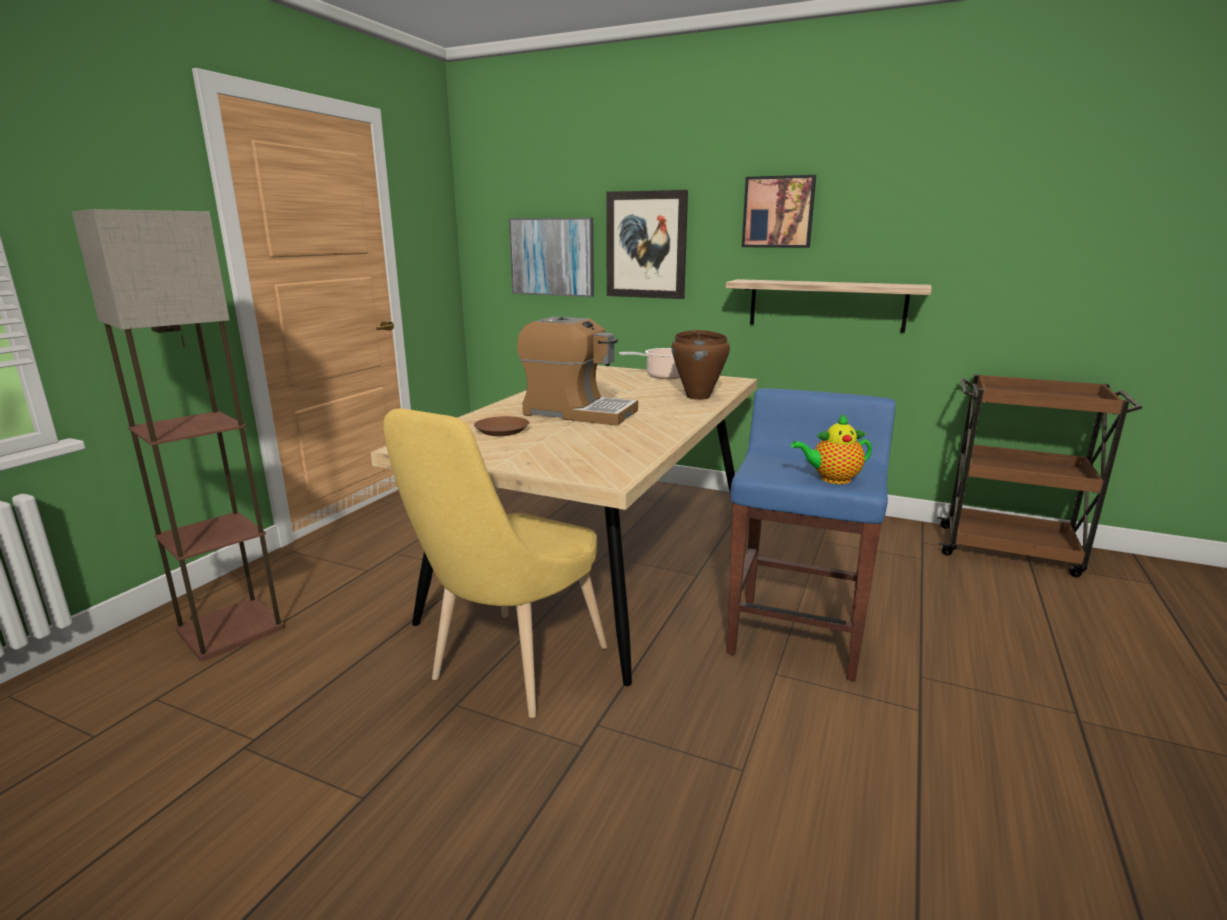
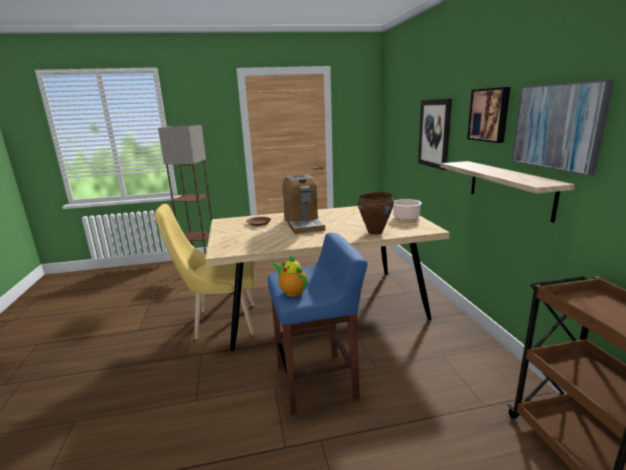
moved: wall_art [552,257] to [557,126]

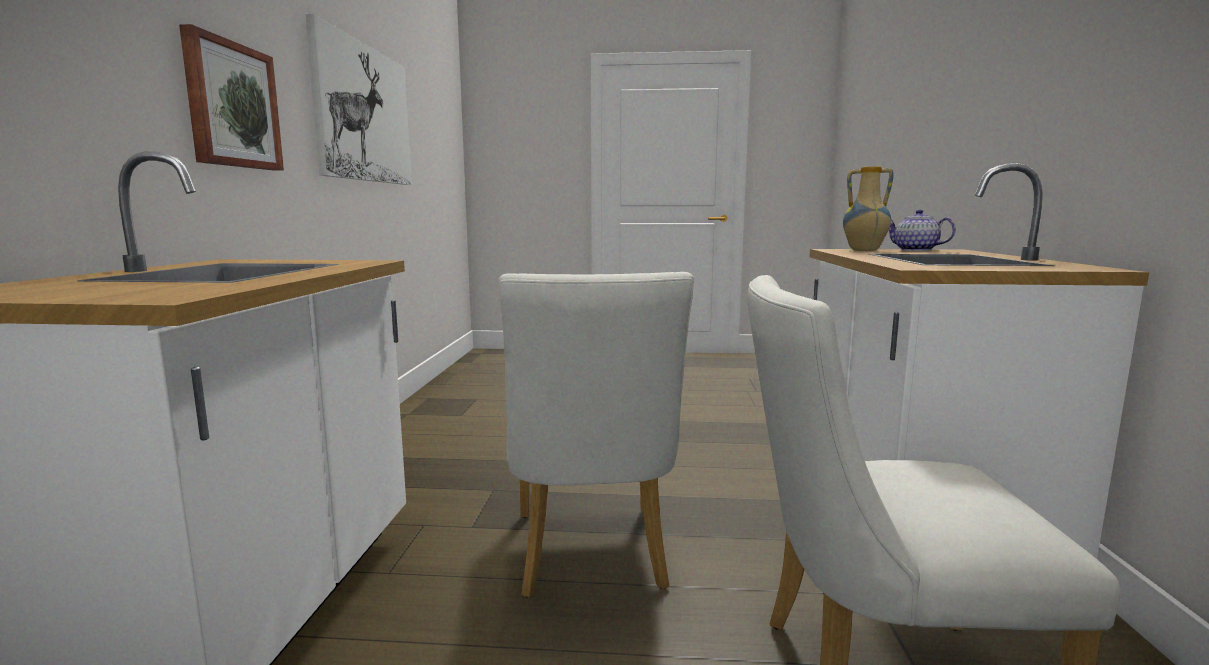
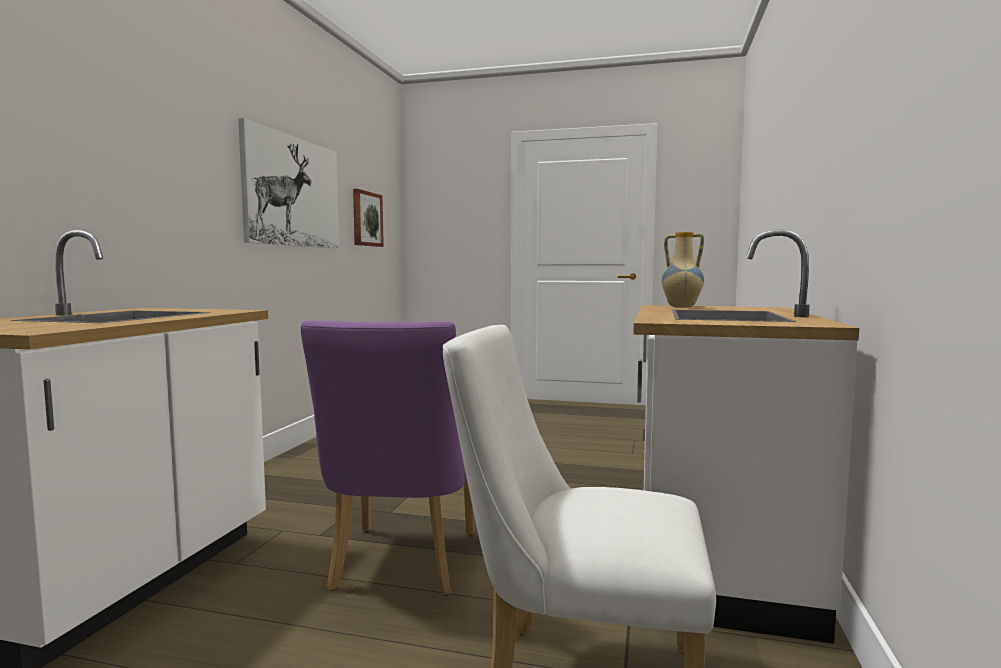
removed: tea_pot [915,250]
moved: wall_art [231,105] to [366,219]
recoloured: white_upright_chair [590,557] to purplish_upright_chair [401,566]

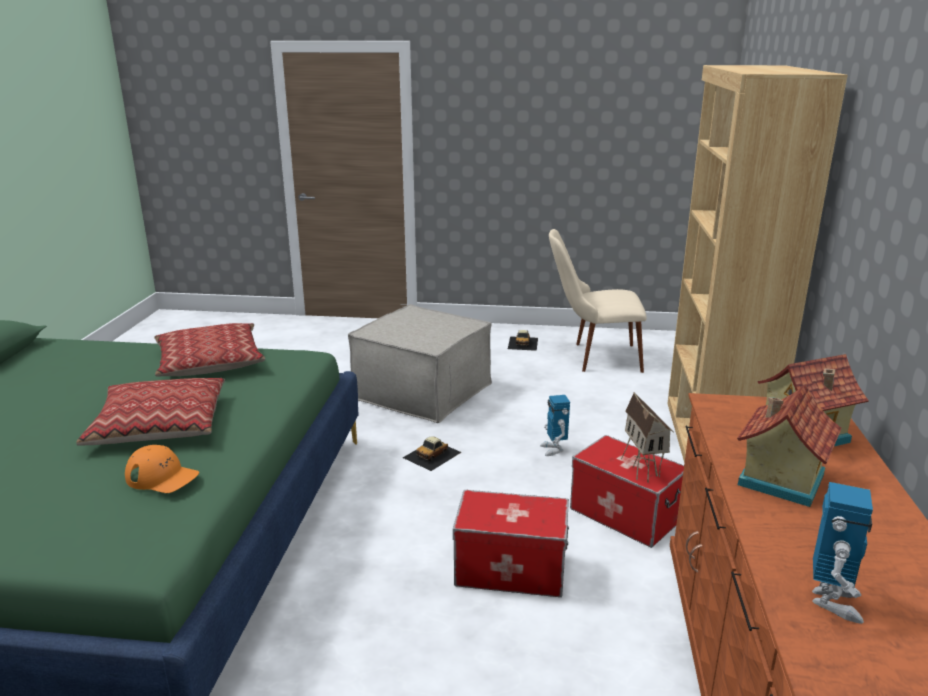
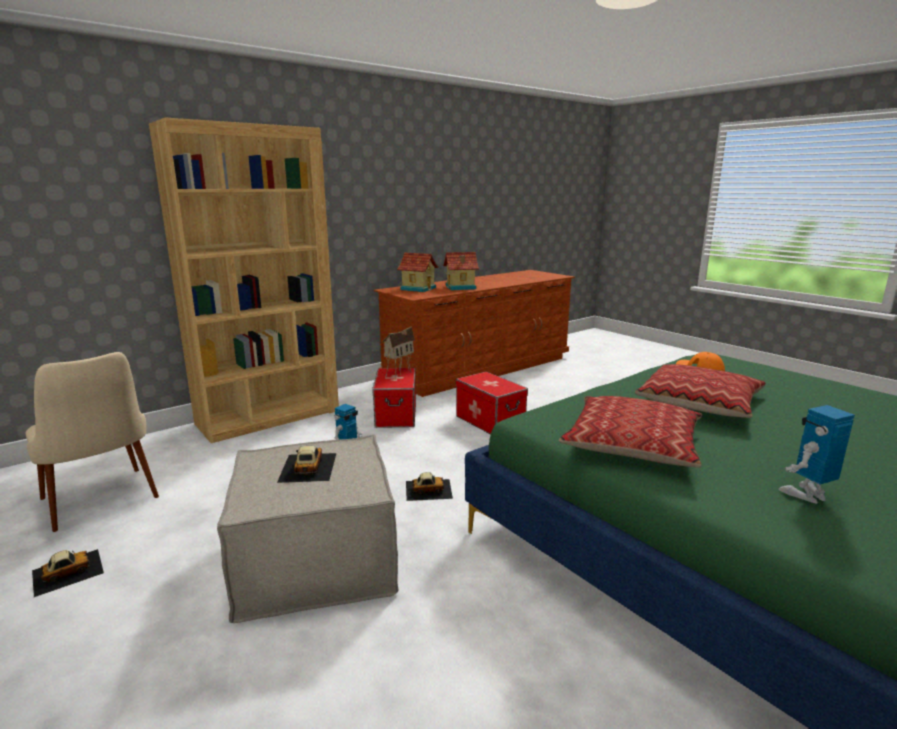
added: model_car [307,467]
moved: toy_robot [833,601] to [807,495]

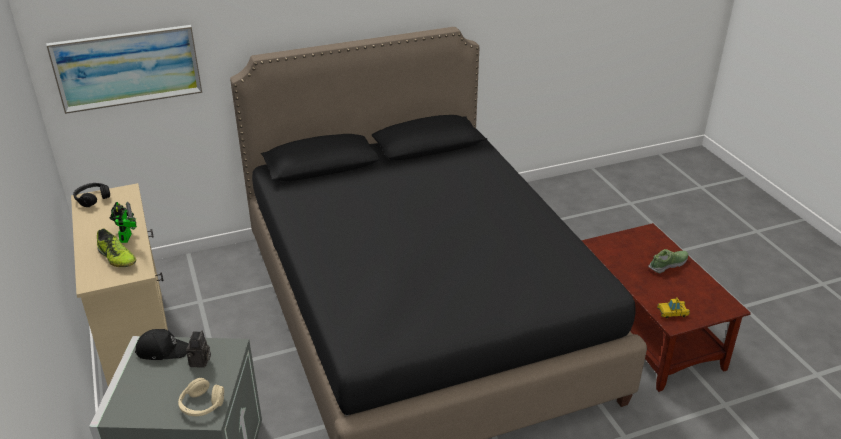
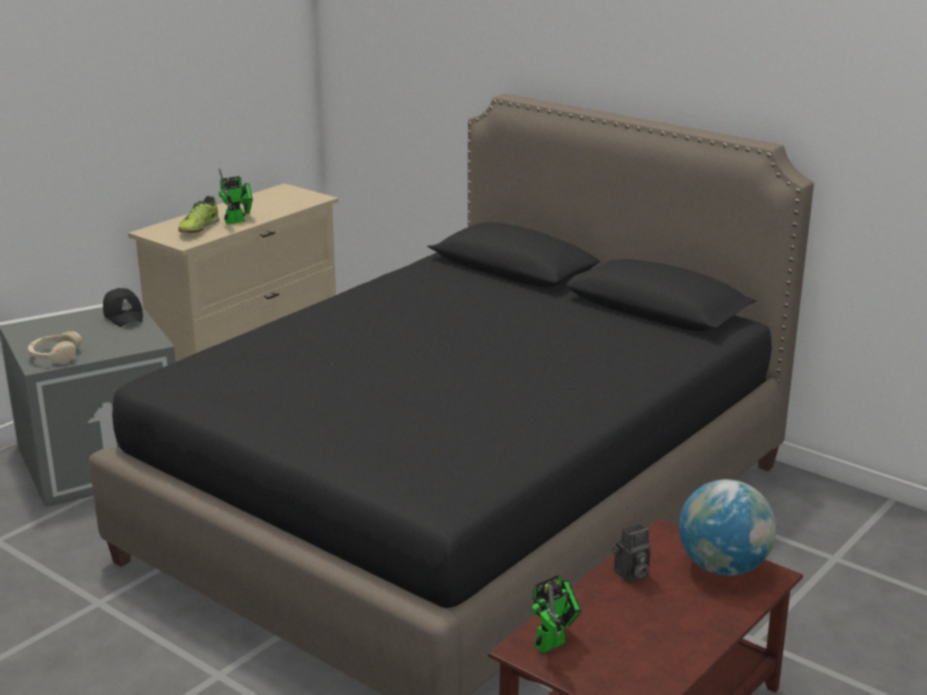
removed: wall_art [127,67]; black_pair_of_headphones [92,198]; item_of_footwear [668,265]
added: desk_globe [723,567]
moved: photo_camera [200,362] to [631,575]
replaced: model_car [672,312] to toy_robot [554,642]

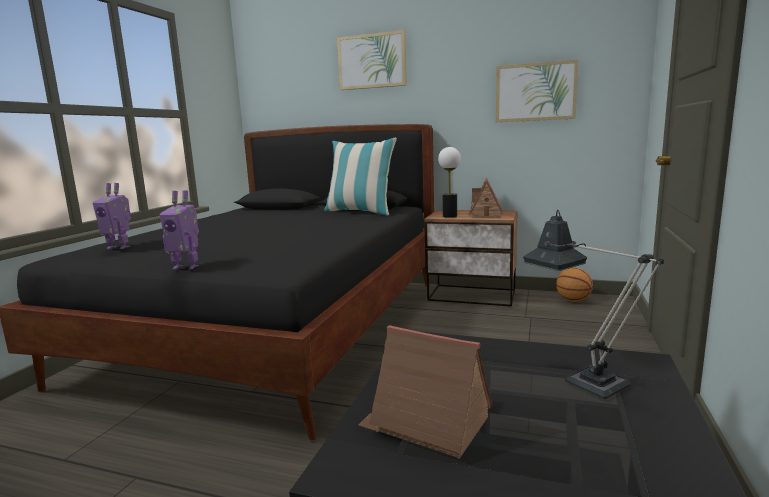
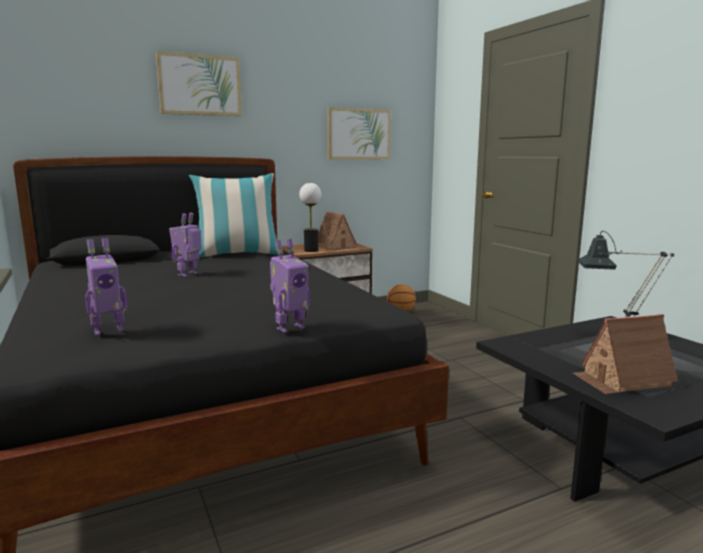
added: toy_robot [188,274]

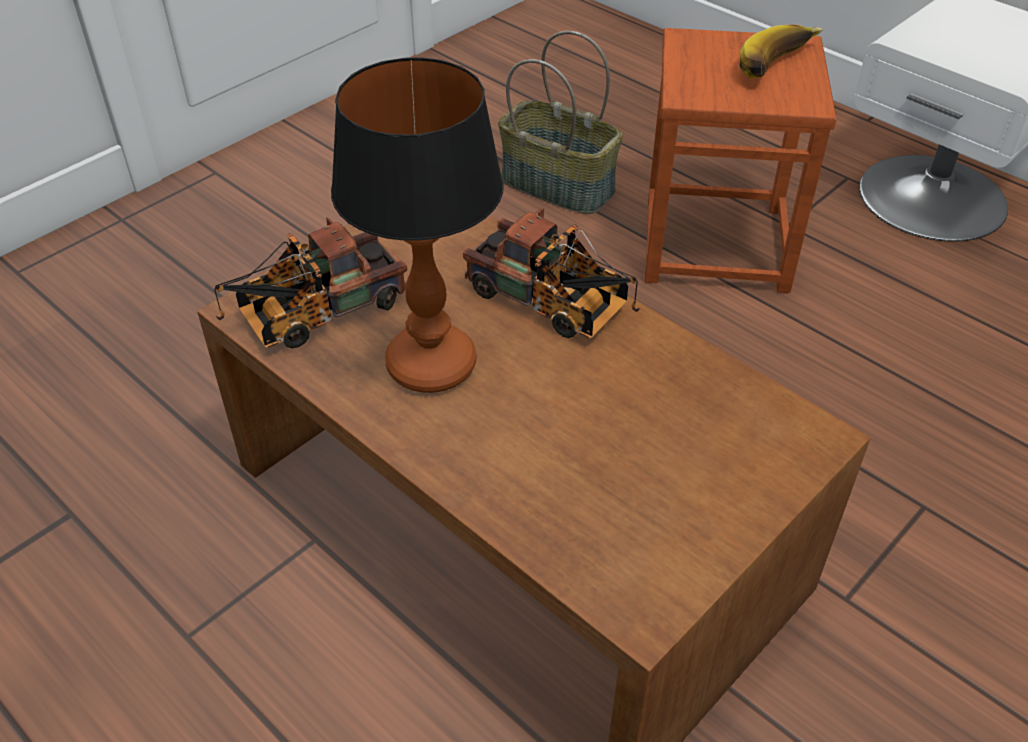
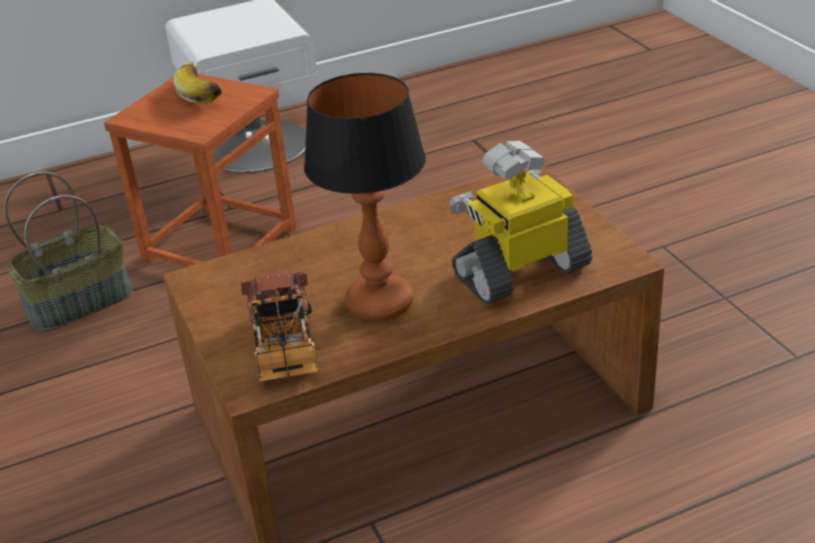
removed: toy_lorry [553,305]
added: toy_robot [520,270]

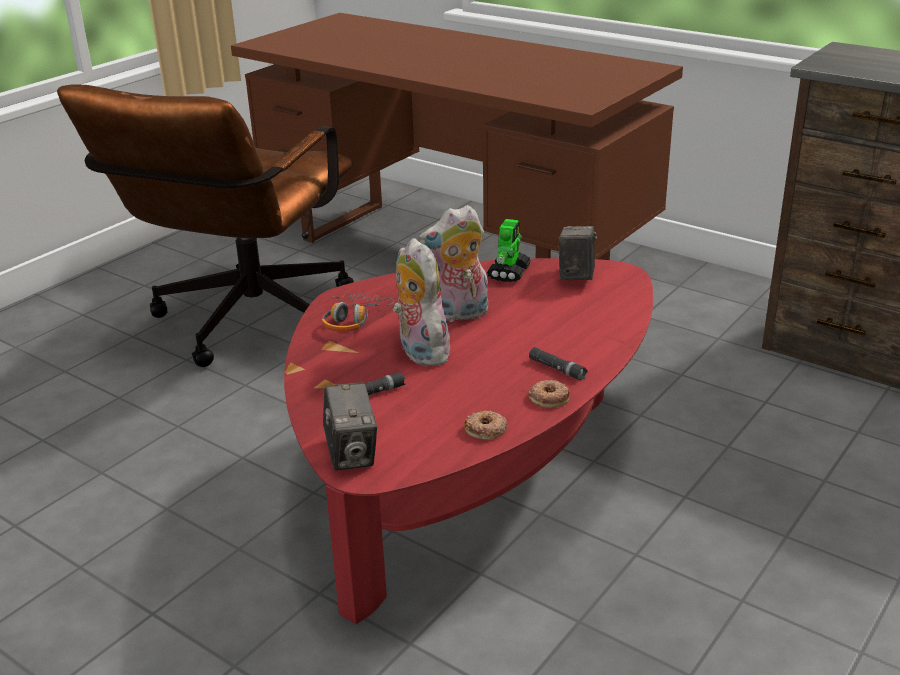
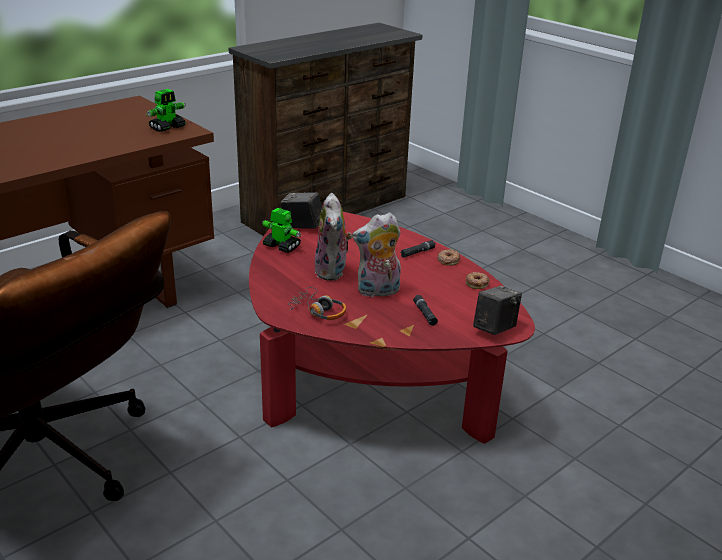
added: toy_robot [168,127]
turned: photo_camera [352,454] = [494,328] 45 degrees counterclockwise

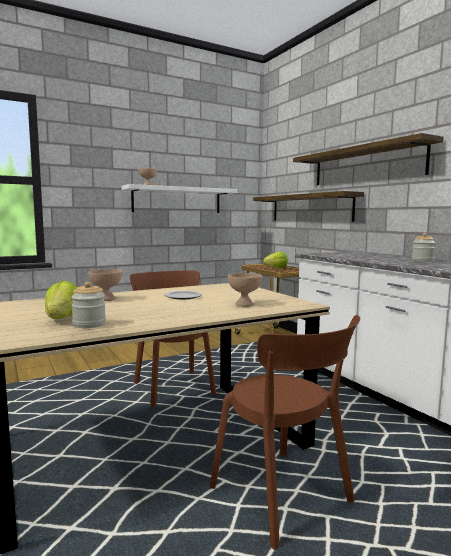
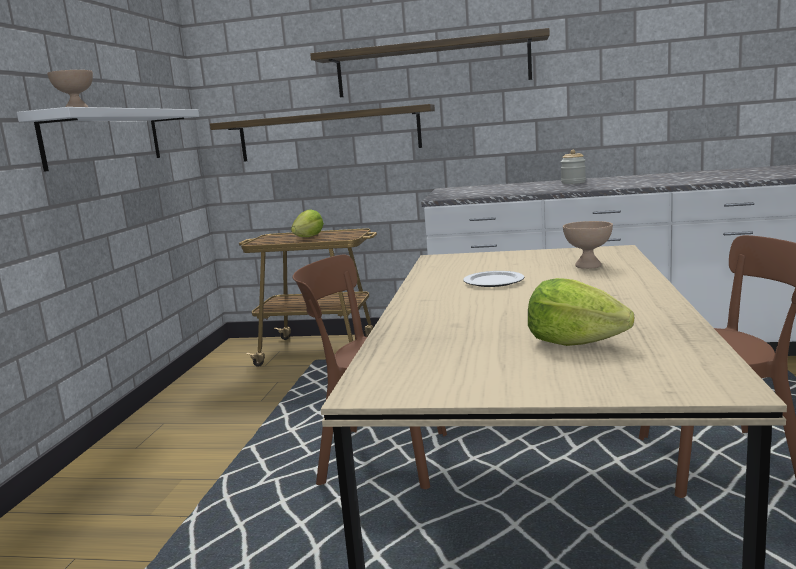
removed: sand-coloured_serving_bowl [106,299]; storage_jar [89,324]

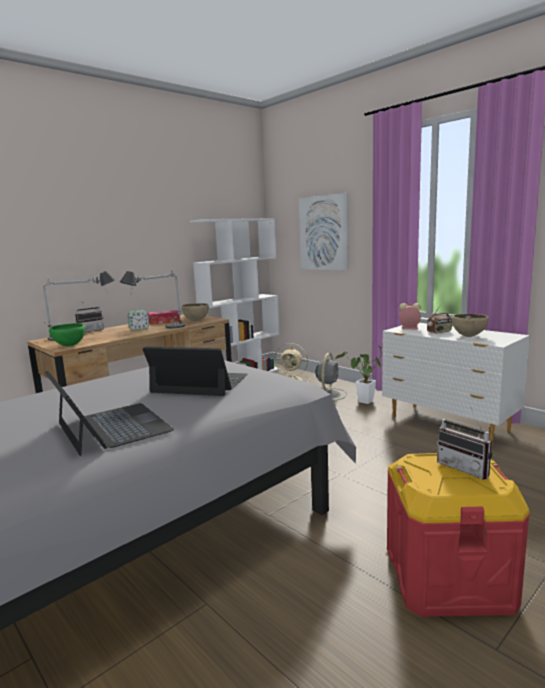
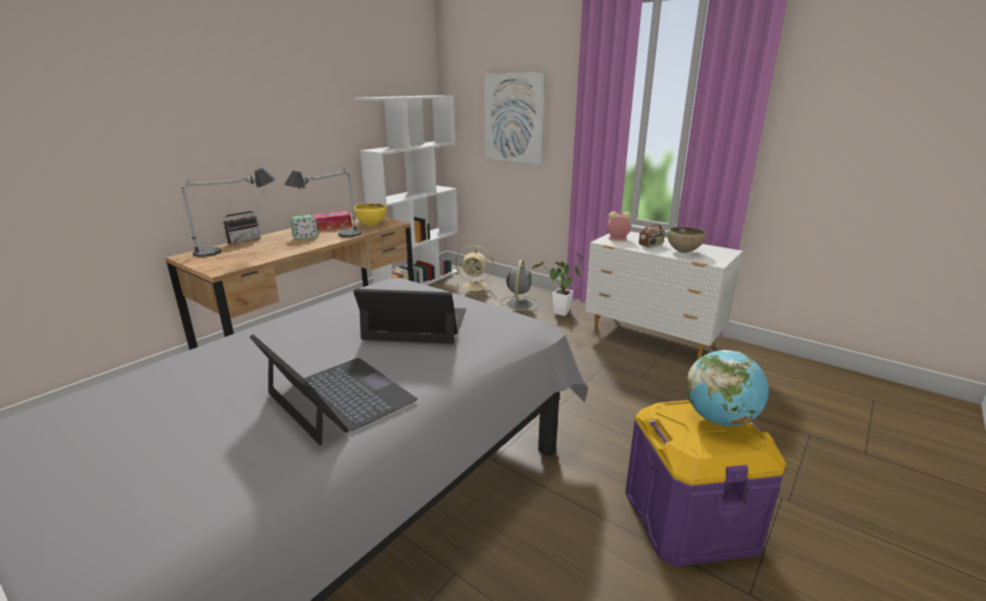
removed: green_serving_bowl [69,346]
replaced: radio_set [466,468] to desk_globe [720,419]
recoloured: brown_serving_bowl [196,321] to yellow-coloured_serving_bowl [371,225]; reddish_storage_box [448,577] to purplish_storage_box [689,519]

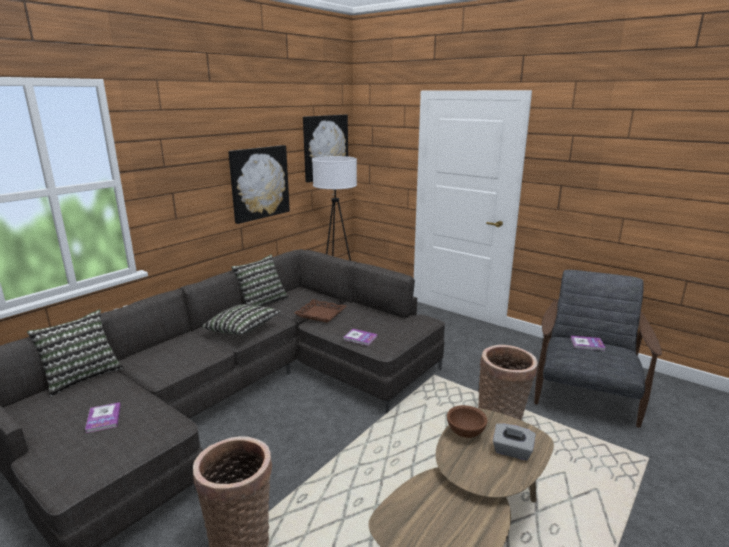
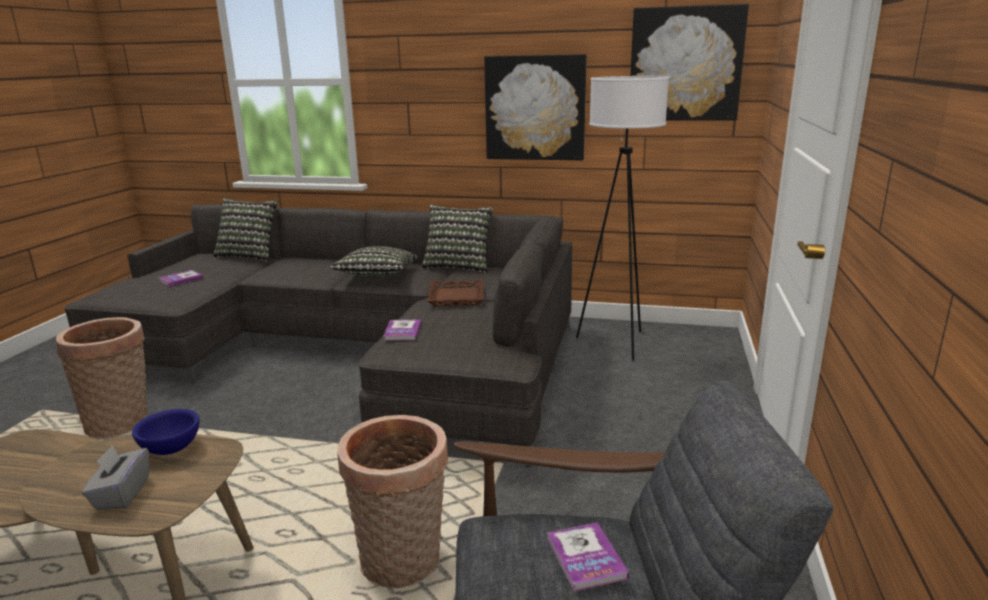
recoloured: brown_serving_bowl [466,433] to blue-coloured_serving_bowl [170,449]

